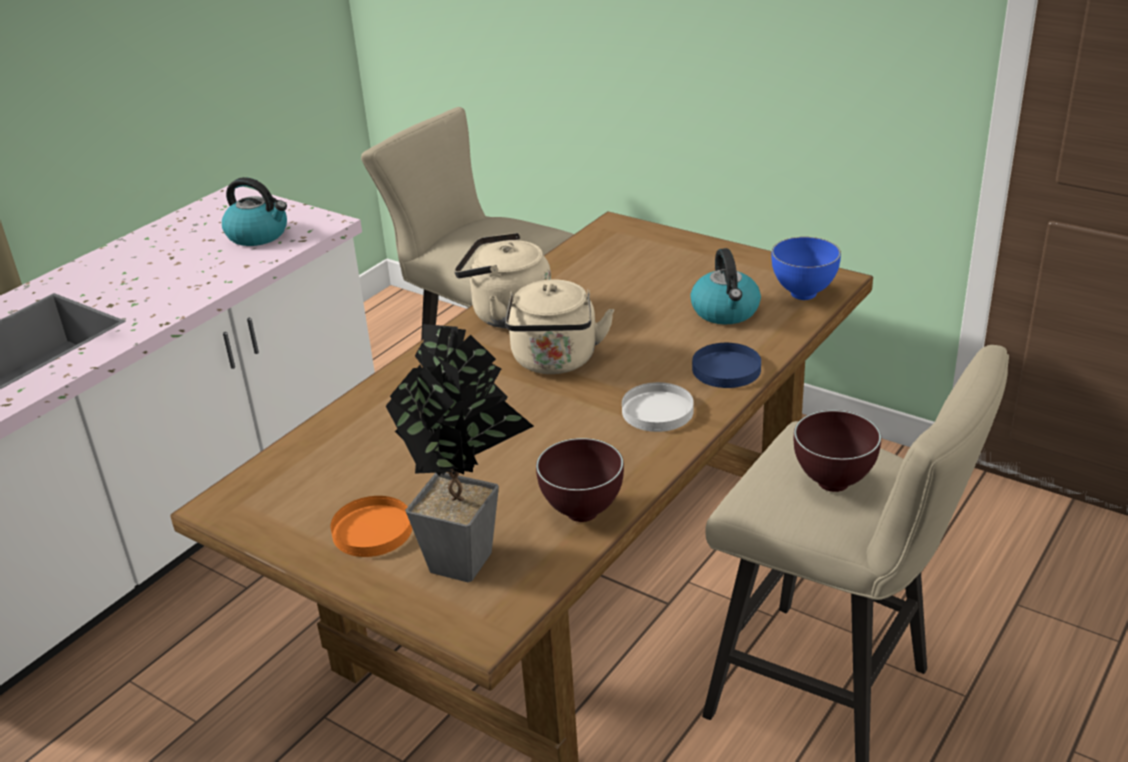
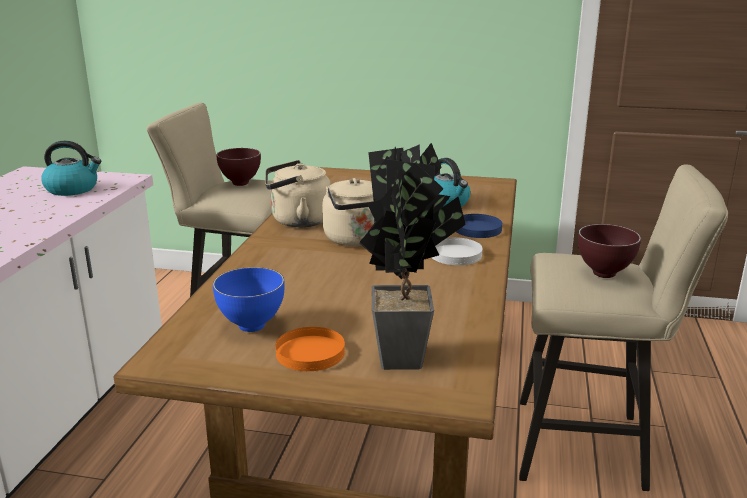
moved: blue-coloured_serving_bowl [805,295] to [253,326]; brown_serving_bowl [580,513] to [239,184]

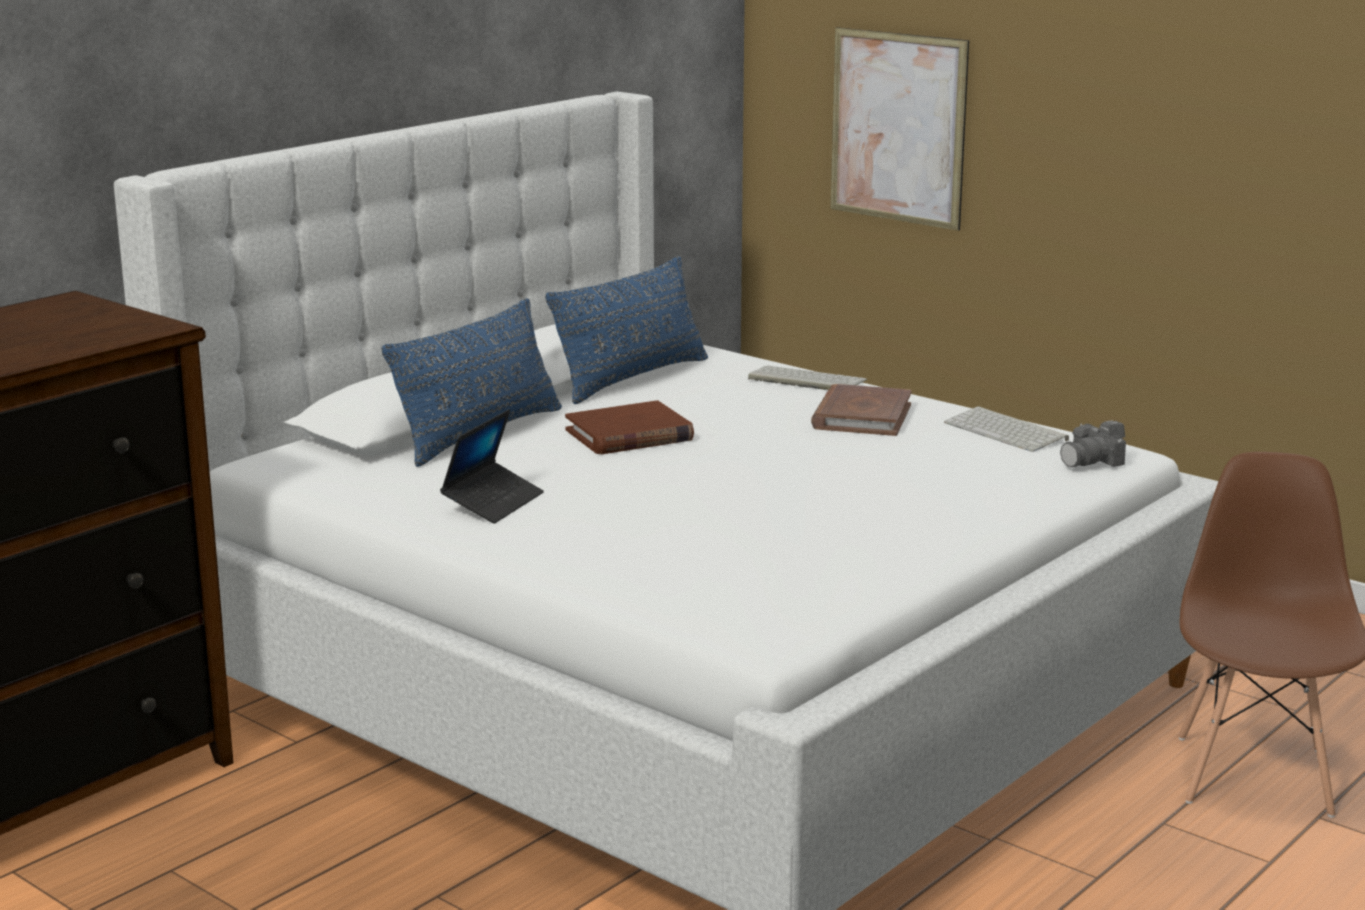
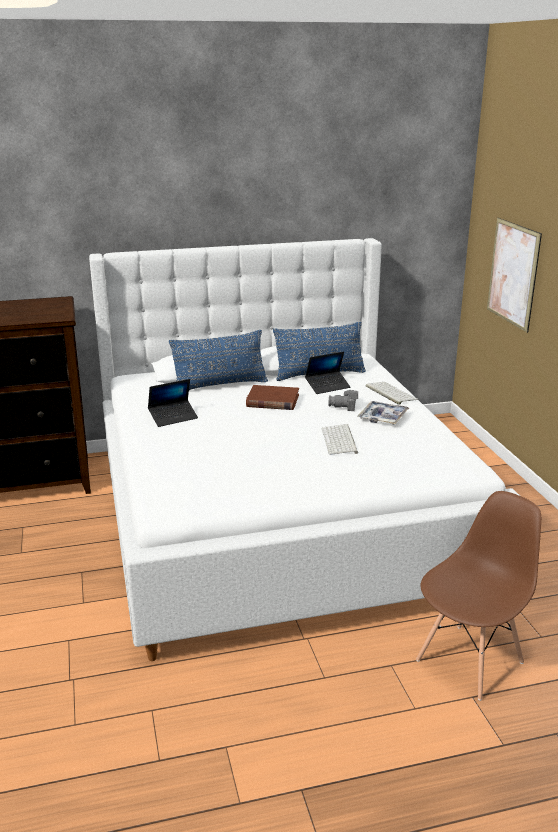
added: notebook_computer [327,386]
moved: PC_keyboard [1008,431] to [340,441]; photo_camera [1092,462] to [345,406]
replaced: brown_book [861,416] to tray [382,417]

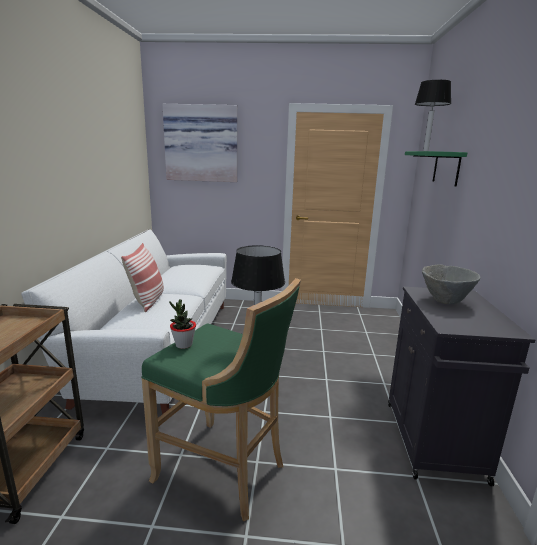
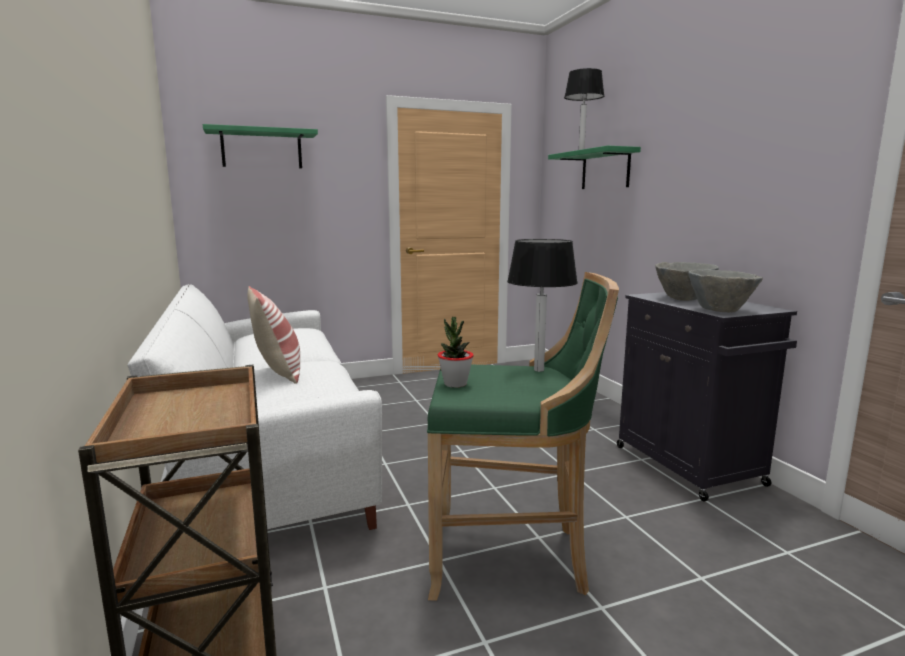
added: grey_serving_bowl [721,311]
replaced: wall_art [201,143] to green_wall_shelf [262,149]

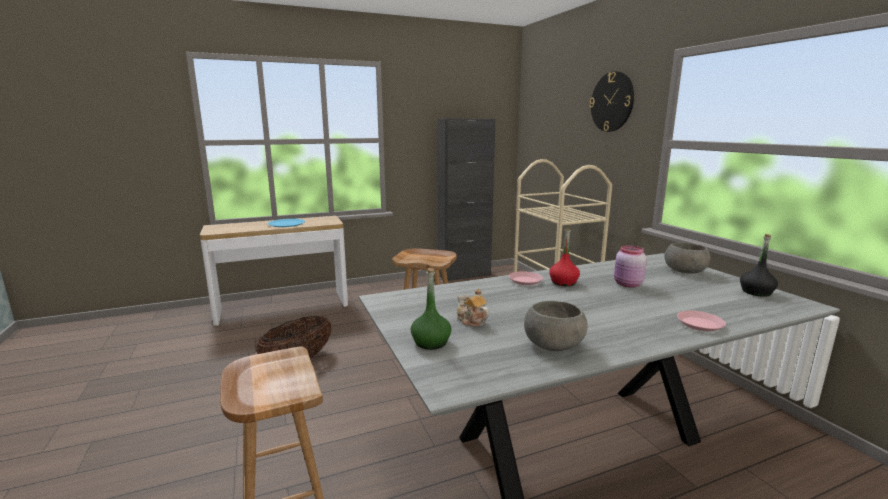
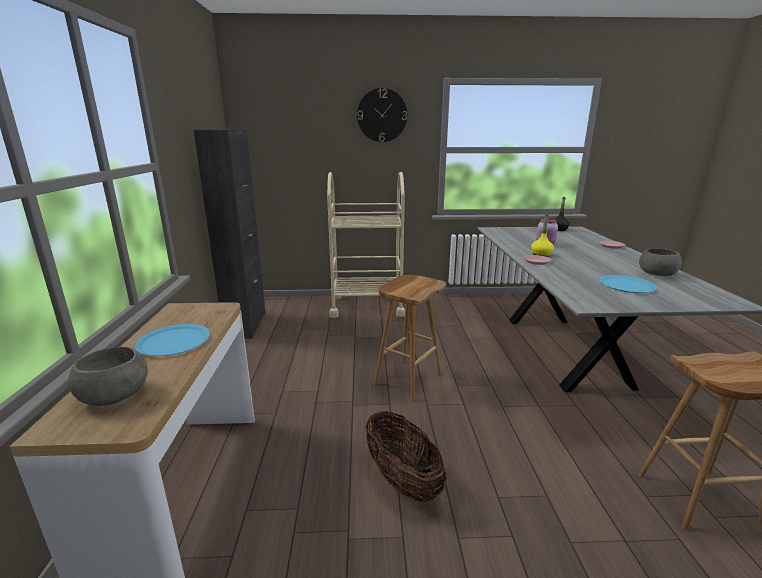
removed: green_drink_bottle [431,342]
moved: grey_serving_bowl [685,271] to [115,395]
replaced: tea_pot [471,321] to blue-coloured_dinner_plate [627,285]
recoloured: reddish_drink_bottle [563,282] to yellow-coloured_drink_bottle [541,254]

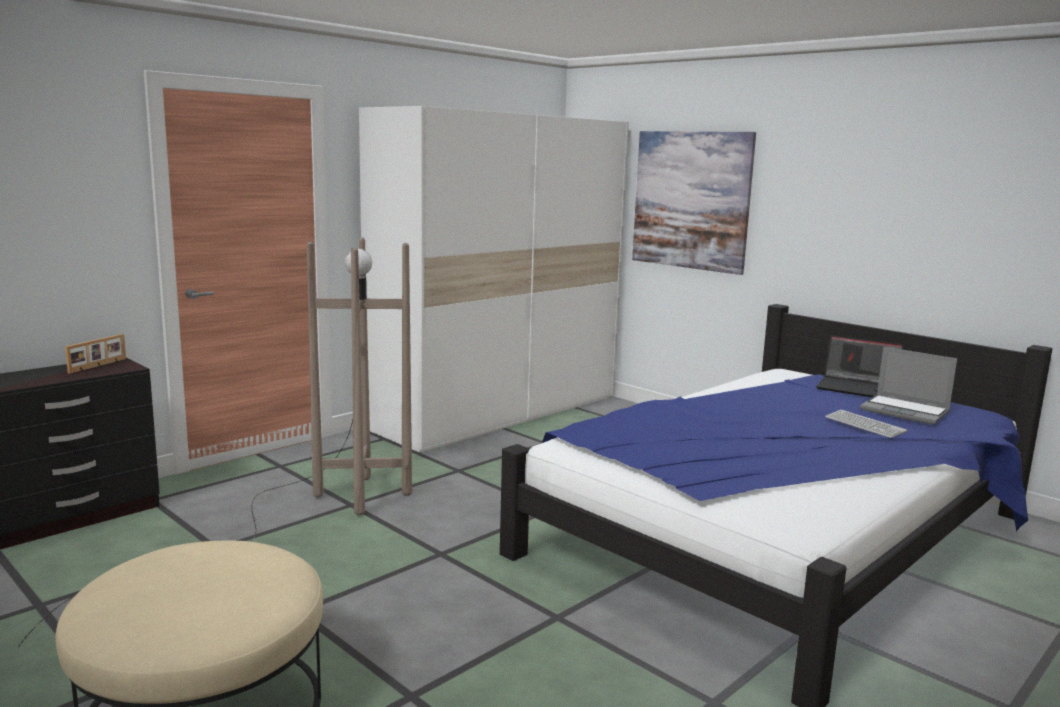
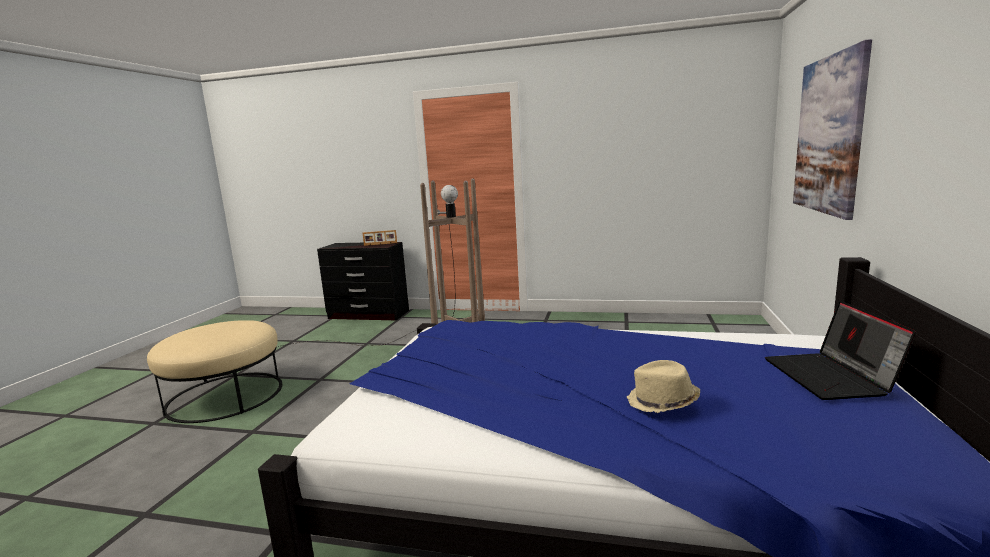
removed: white_armoire [498,412]; notebook_computer [906,411]
replaced: PC_keyboard [864,425] to sand-coloured_clothing_hat [662,402]

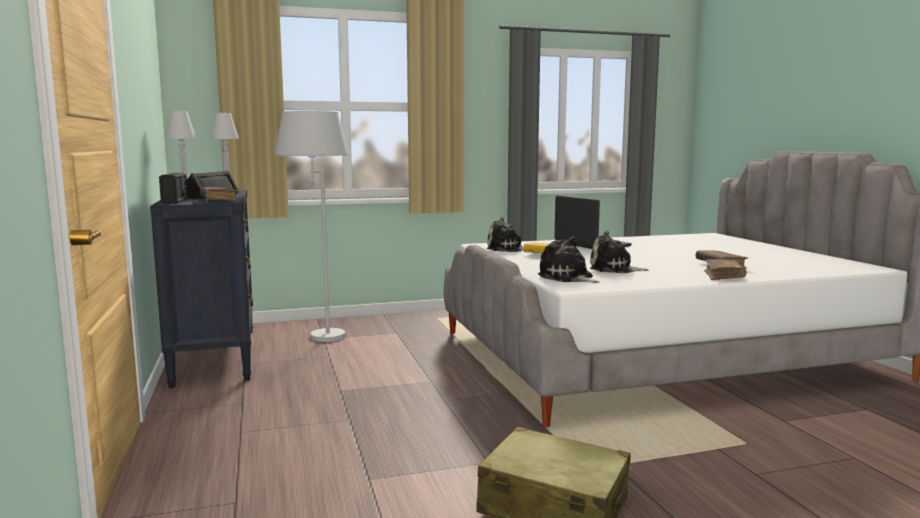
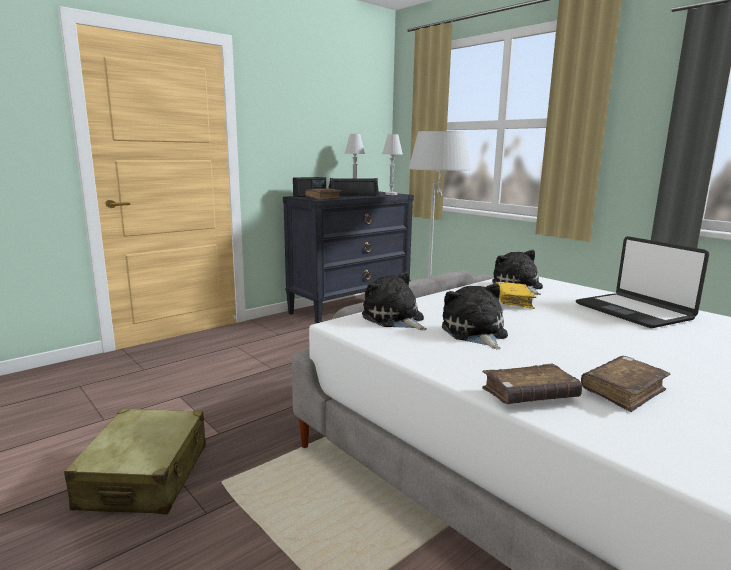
turned: notebook_computer [591,244] = [634,311] 120 degrees clockwise; plush_toy [567,278] = [394,319] 60 degrees counterclockwise

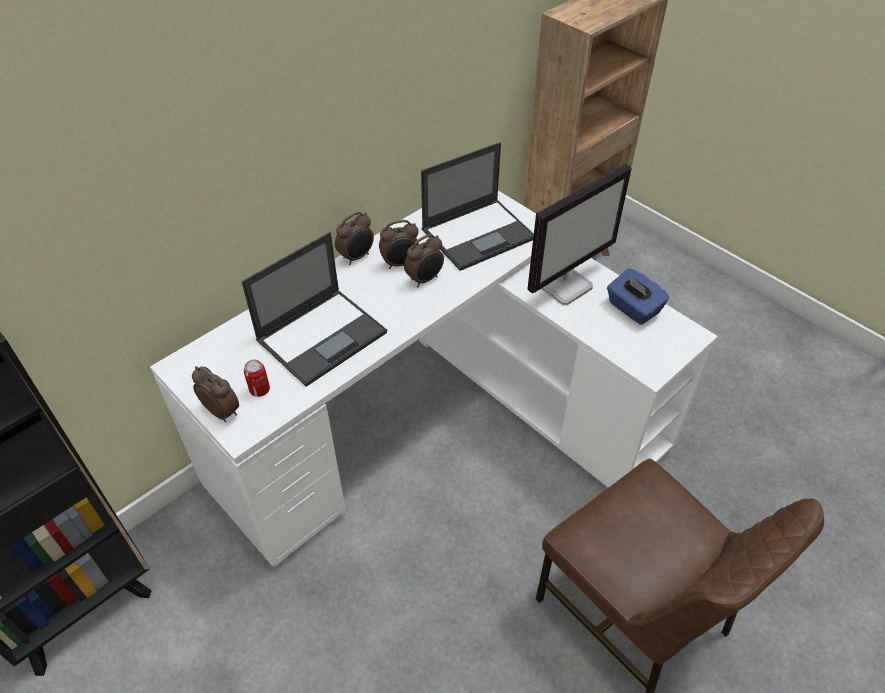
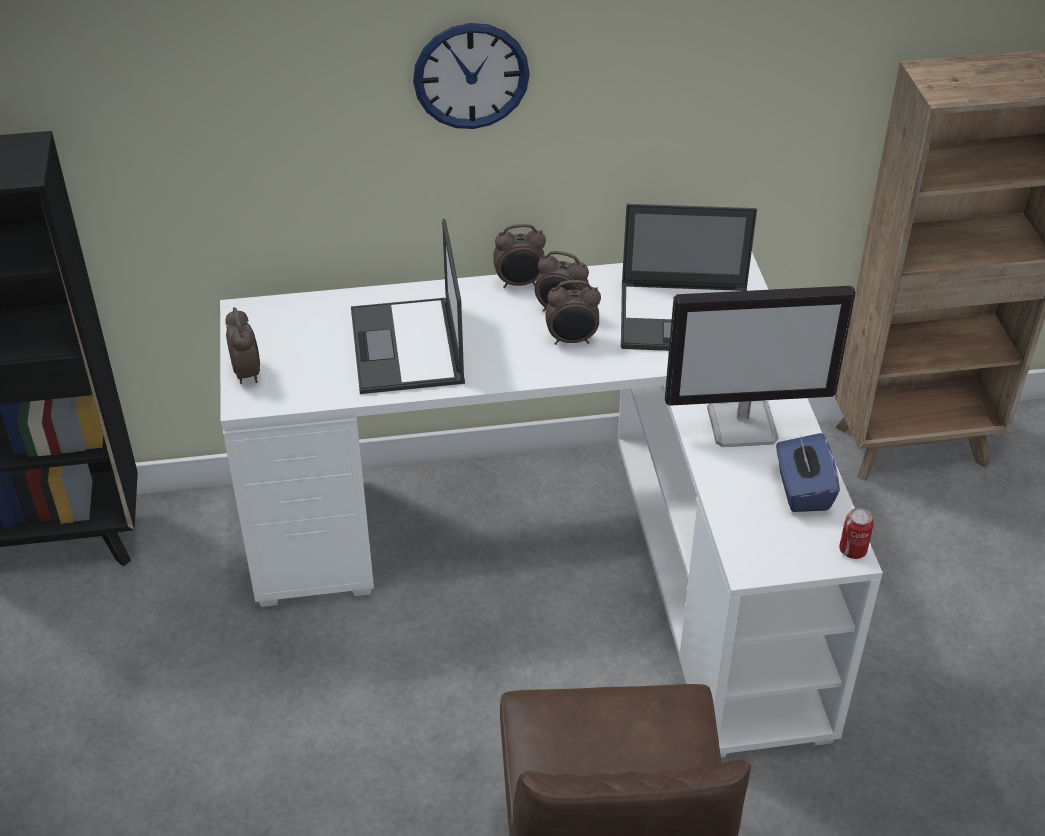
added: hanging_clock [471,76]
moved: sealed_can [259,390] to [852,550]
turned: notebook_computer [323,335] = [407,348] 90 degrees clockwise

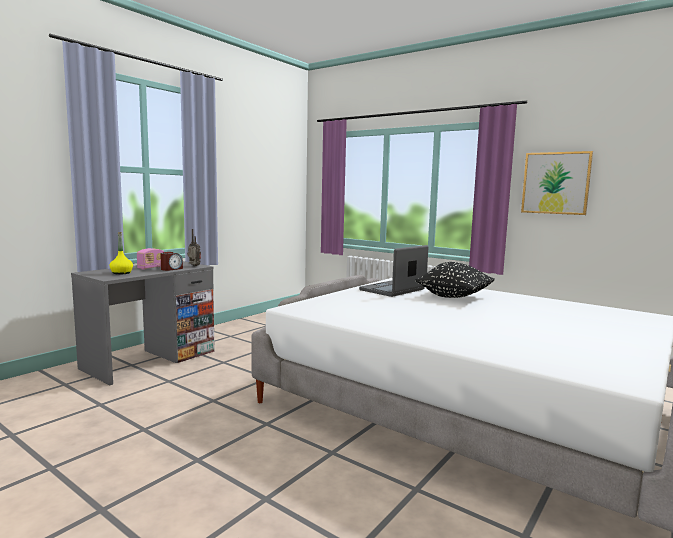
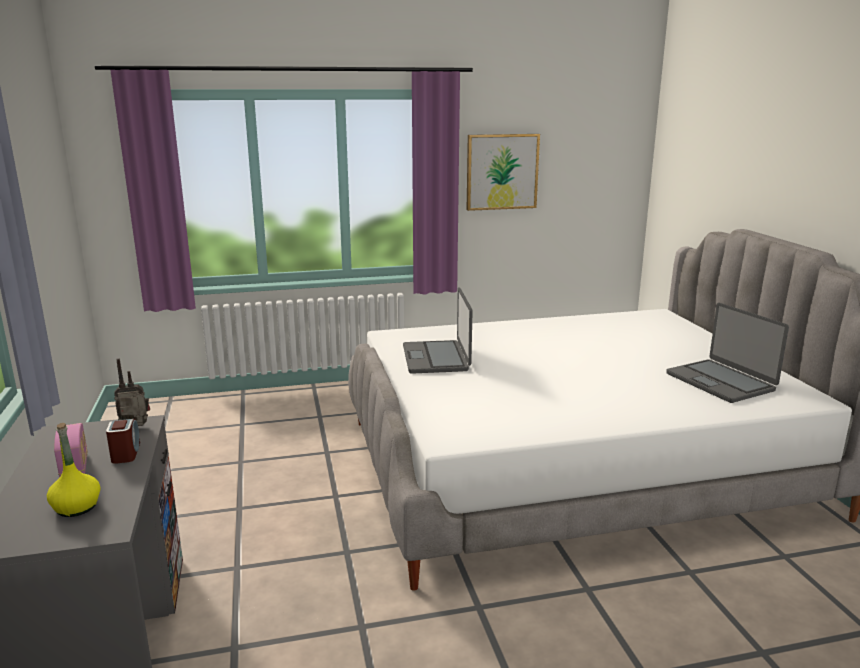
removed: black_throw_pillow [454,297]
added: notebook_computer [720,382]

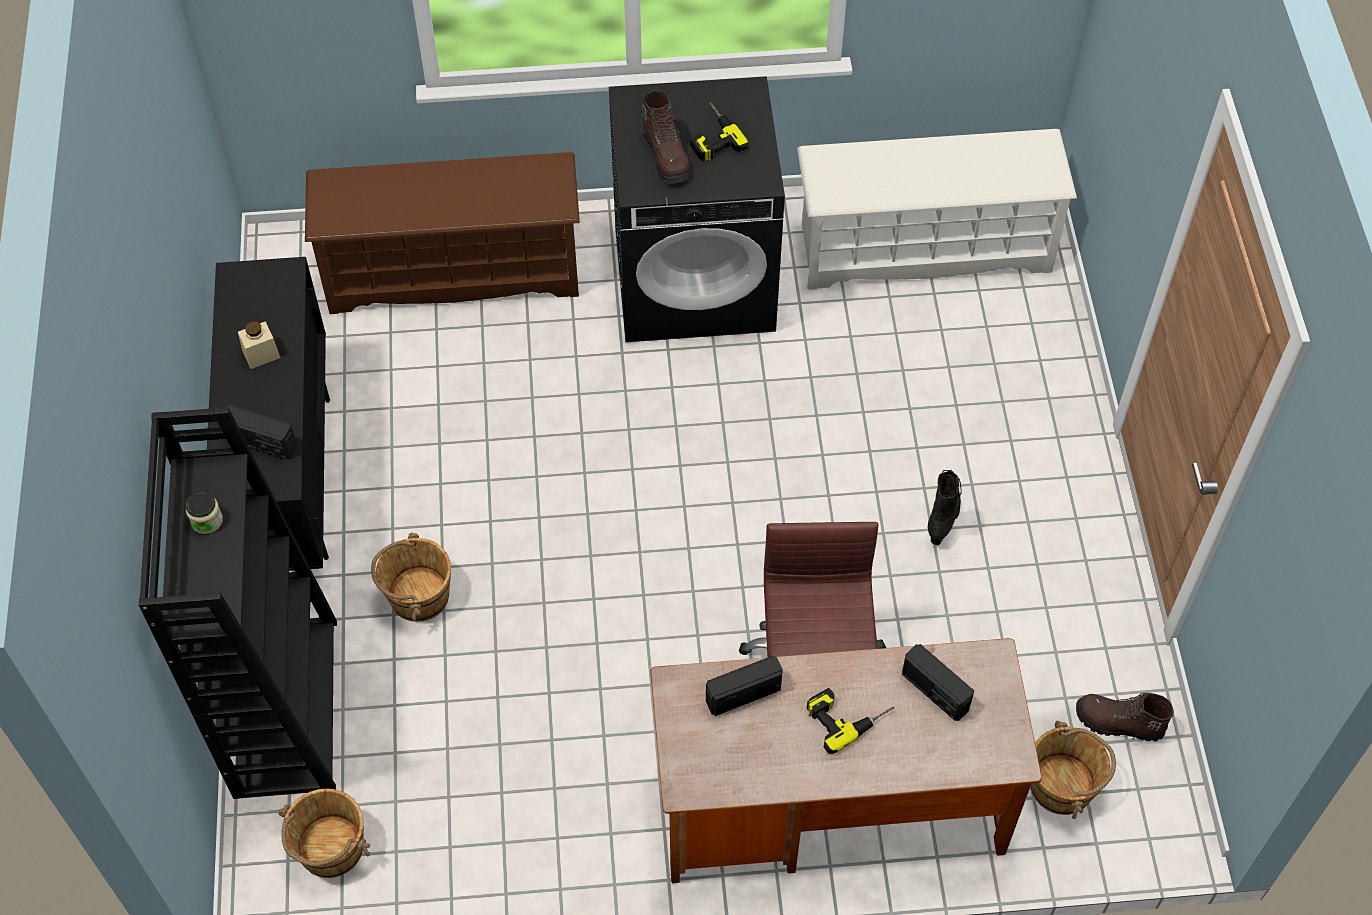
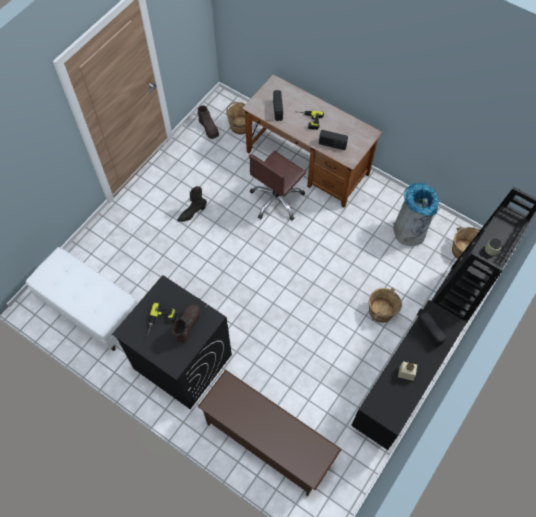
added: grey_waste_bin [409,232]
replaced: white_shoe_rack [924,248] to white_long_seat [90,309]

